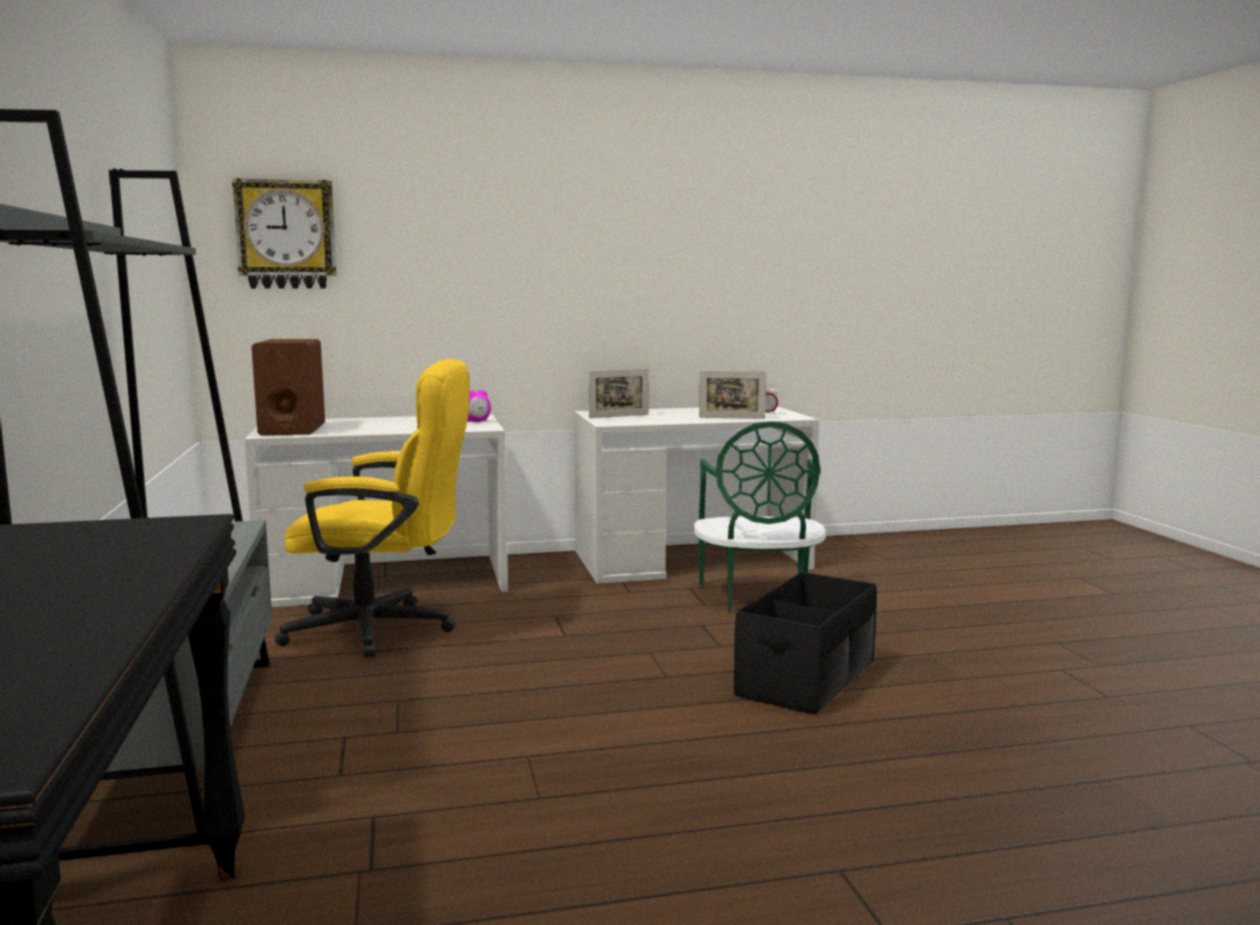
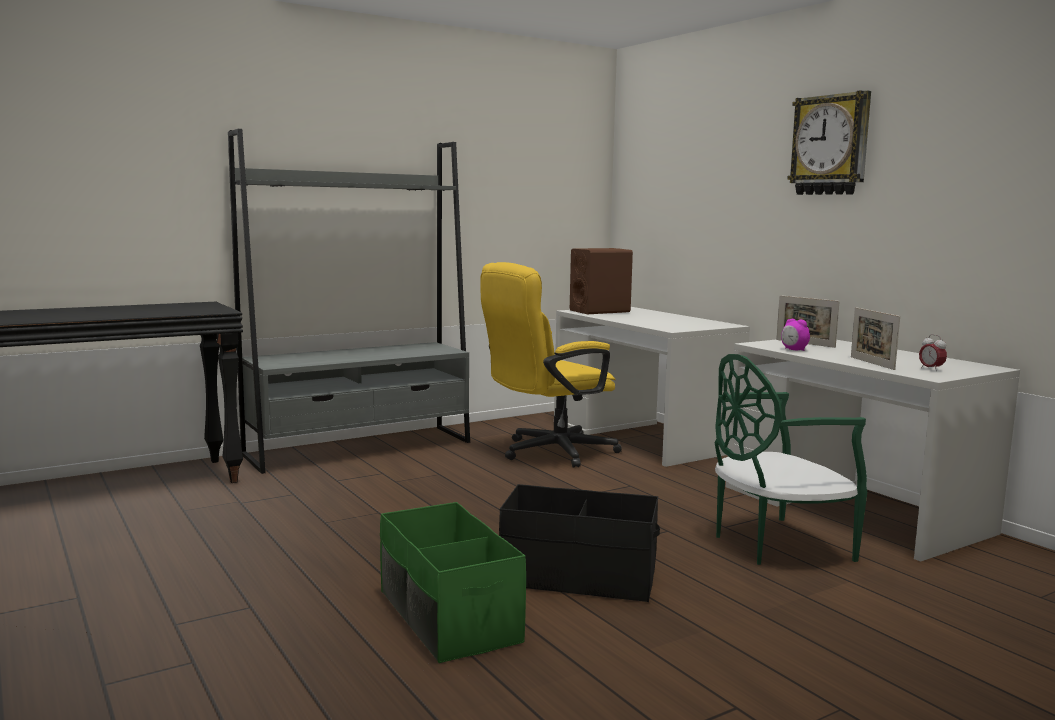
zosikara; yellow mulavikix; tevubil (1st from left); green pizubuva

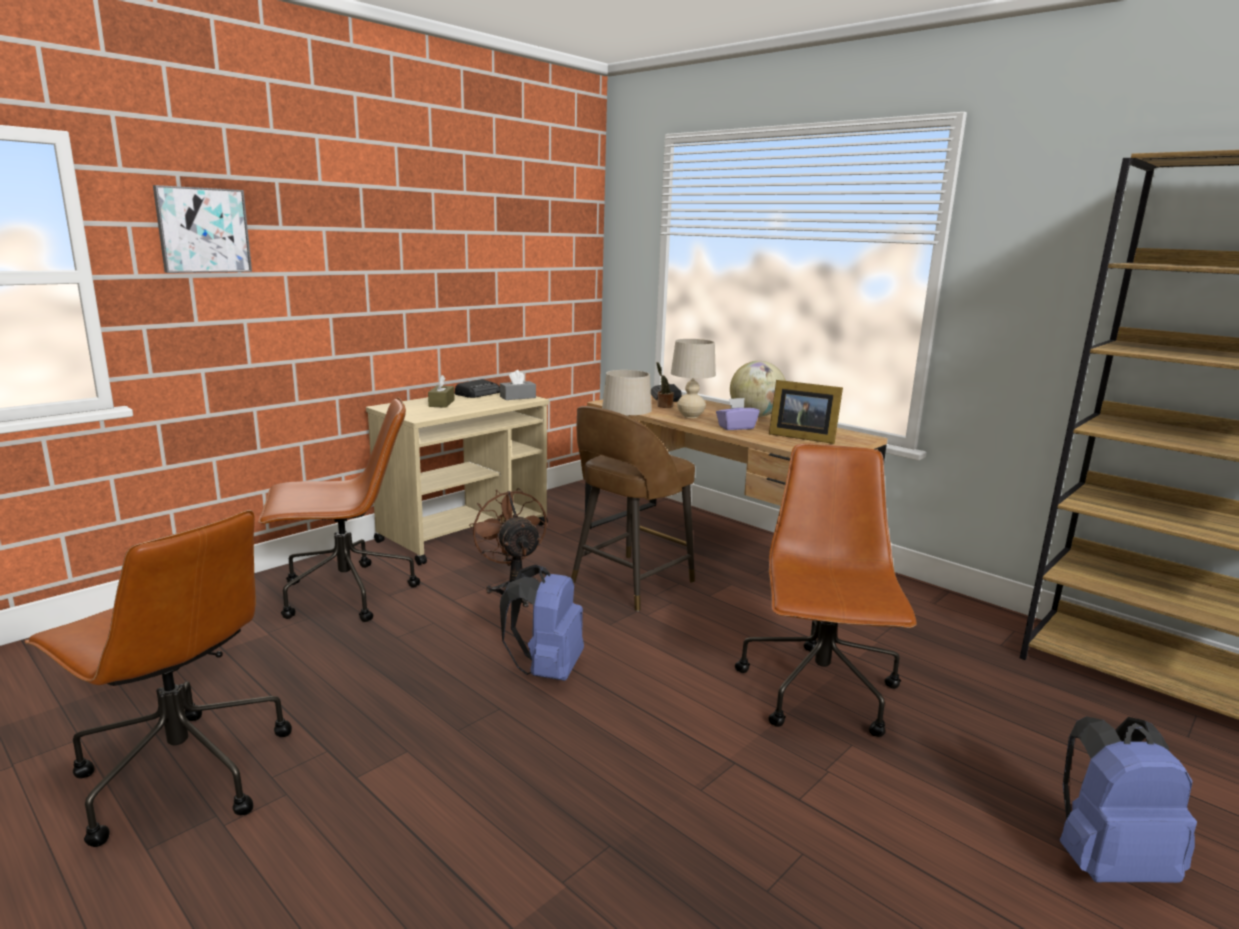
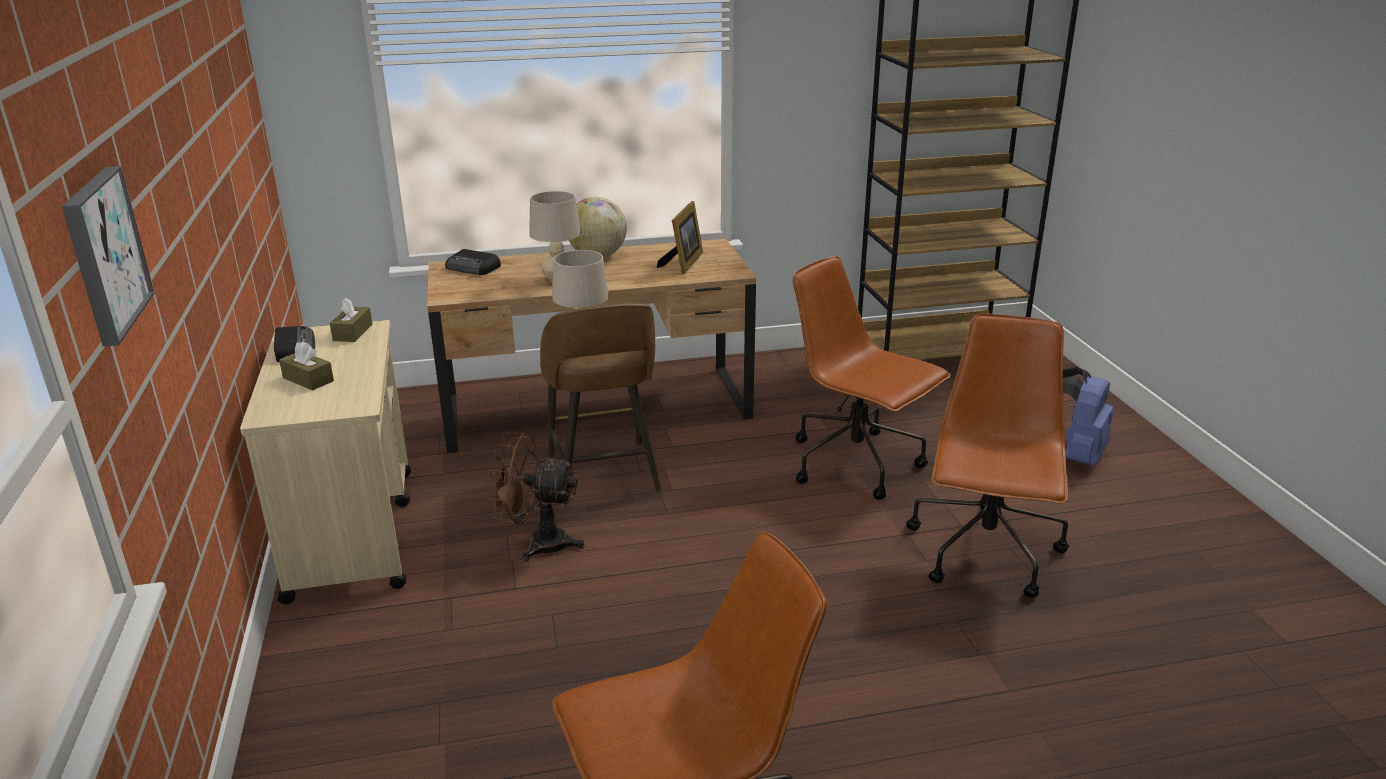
brown mulavikix (3rd from left); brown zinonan (2nd from left); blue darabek (1st from left in the first image); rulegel; purple zinonan; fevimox

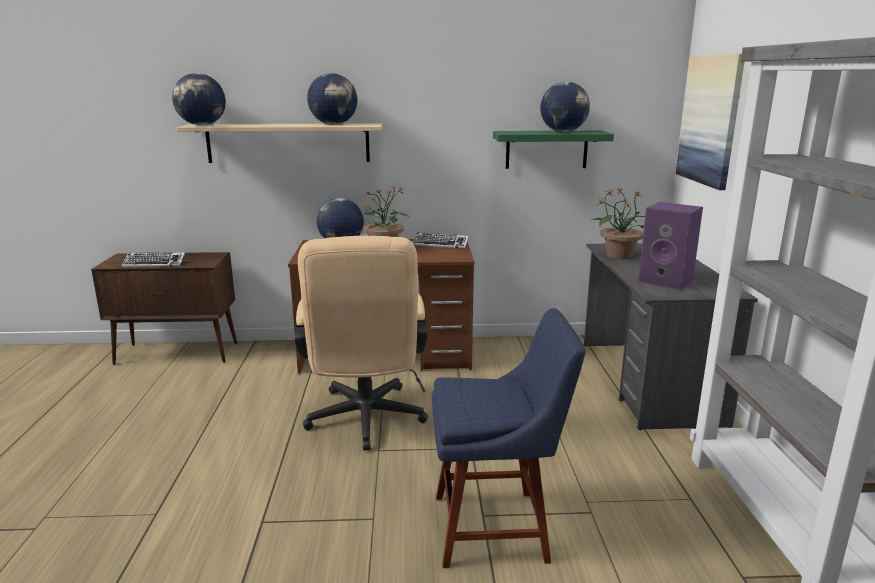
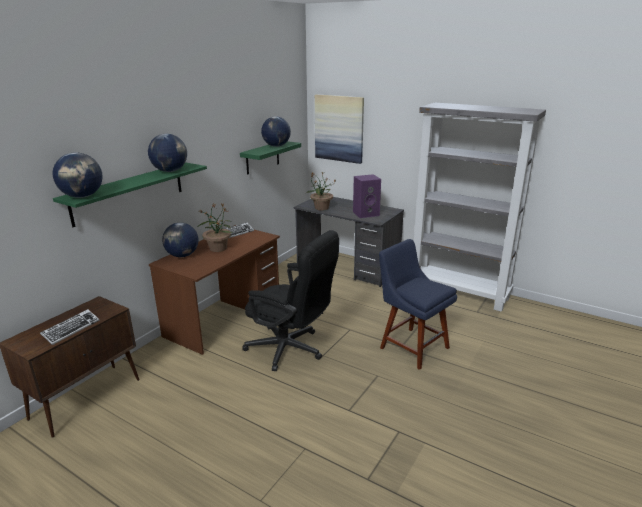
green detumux (1st from left); black mulavikix; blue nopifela

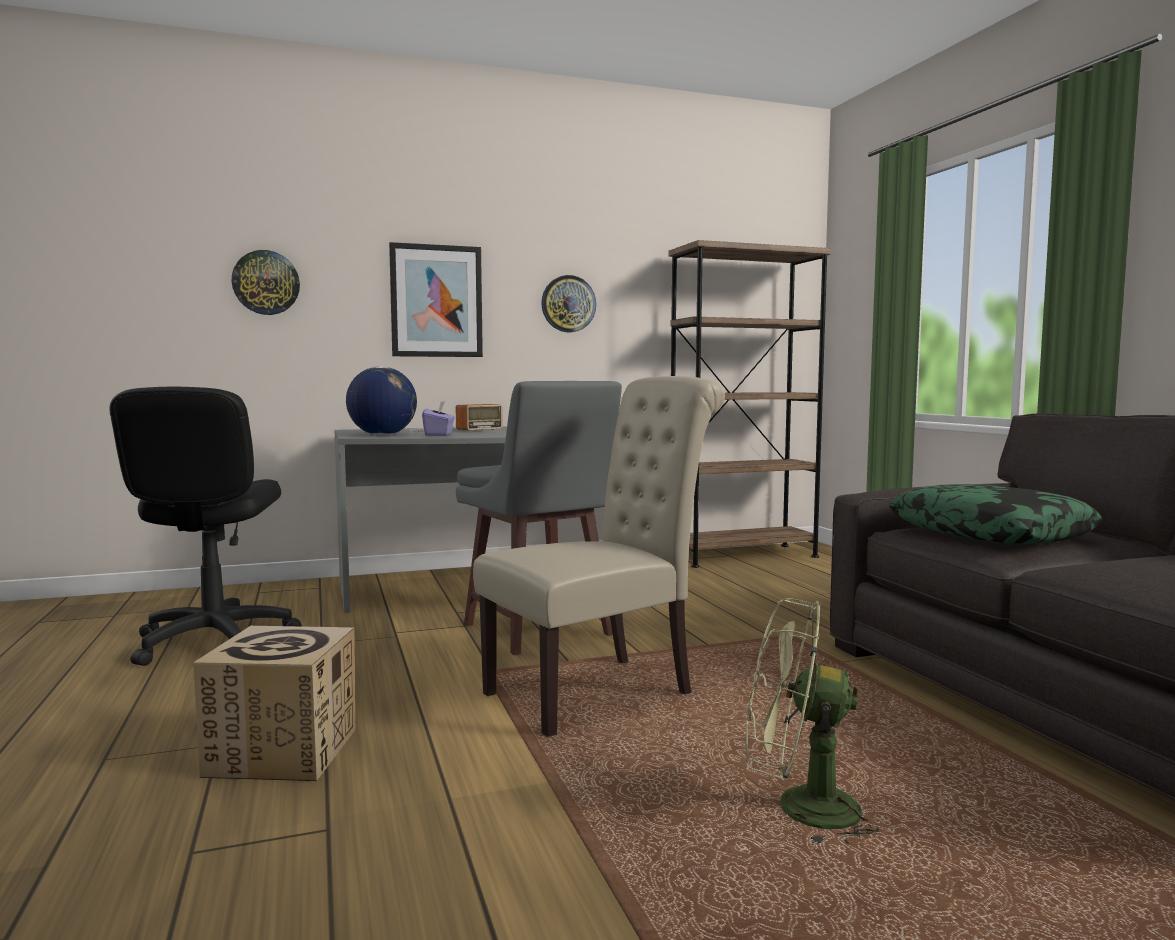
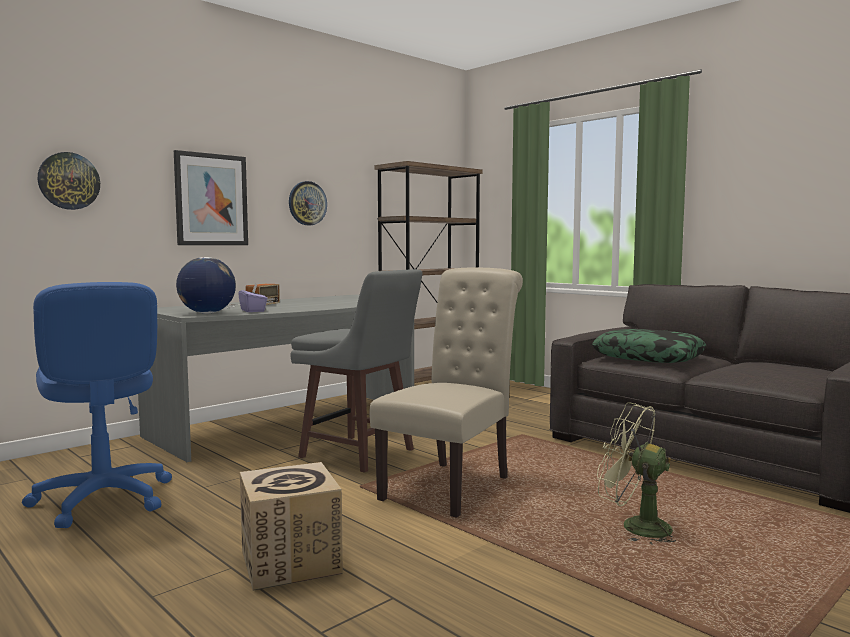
blue mulavikix; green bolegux

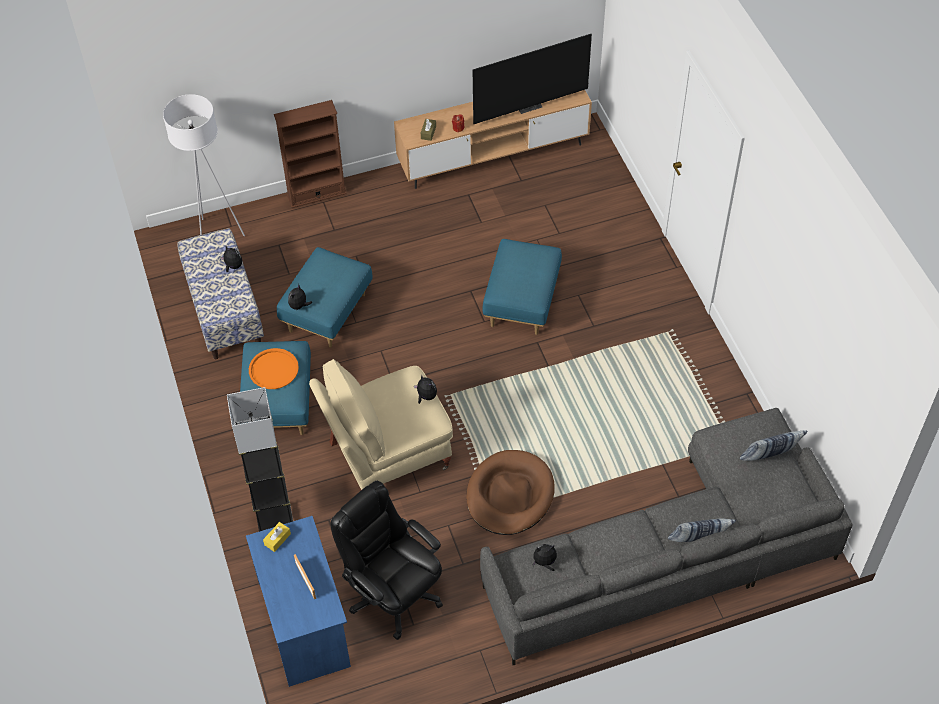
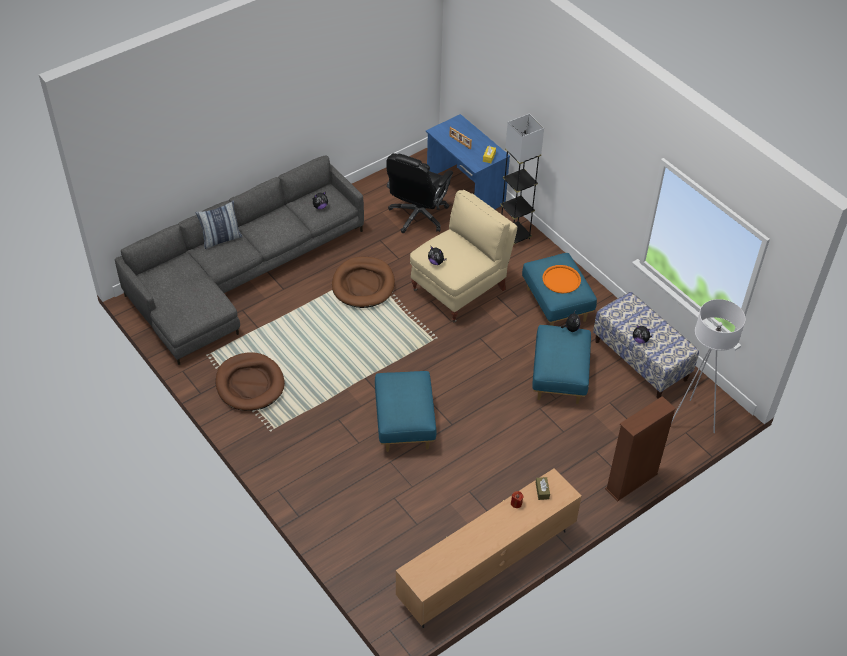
black mulavikix; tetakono; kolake (2nd from left in the first image); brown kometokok (1st from left)

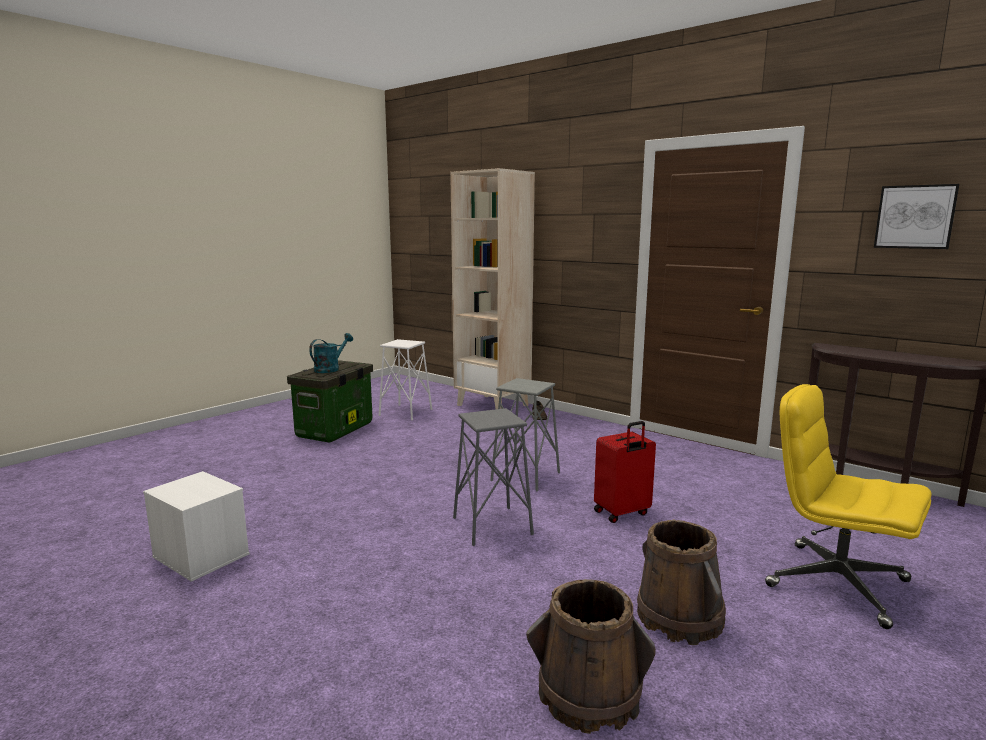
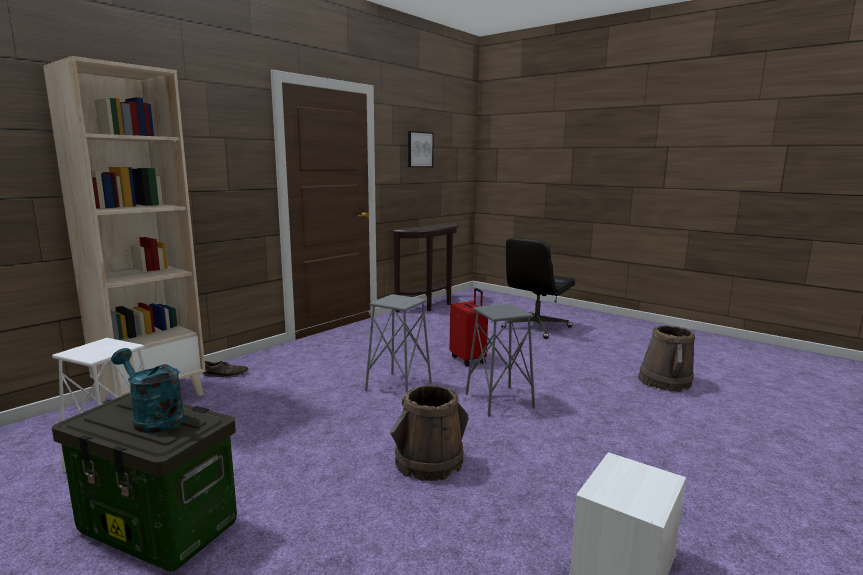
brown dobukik (1st from left); black mulavikix

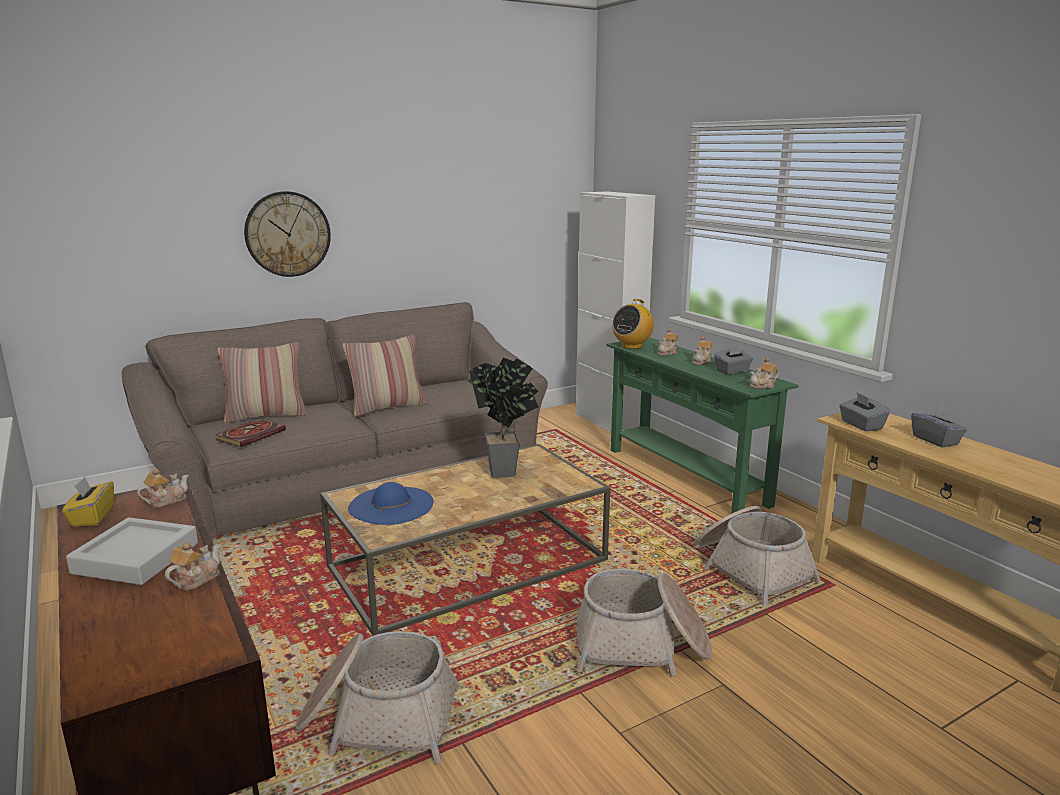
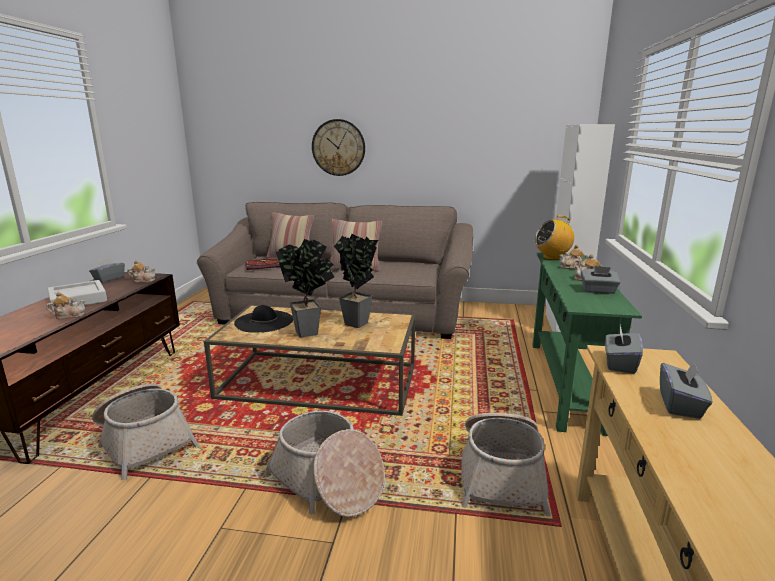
grey zinonan (1st from left); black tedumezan; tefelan (5th from left in the first image); rulegel (1st from left)

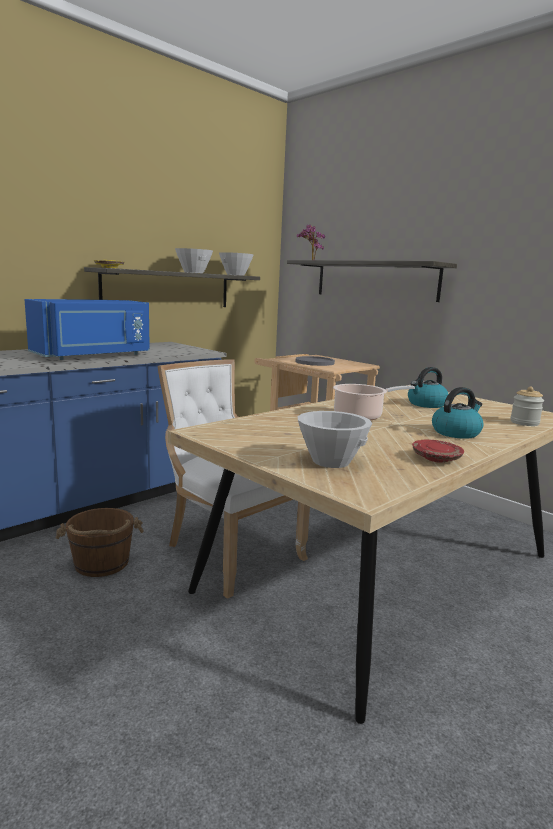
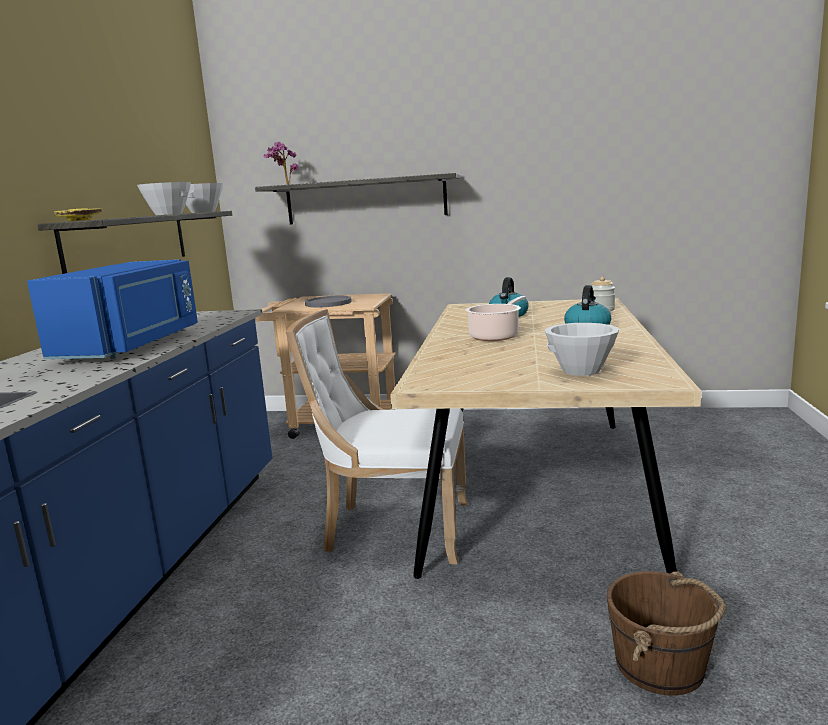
brown dobukik; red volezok

